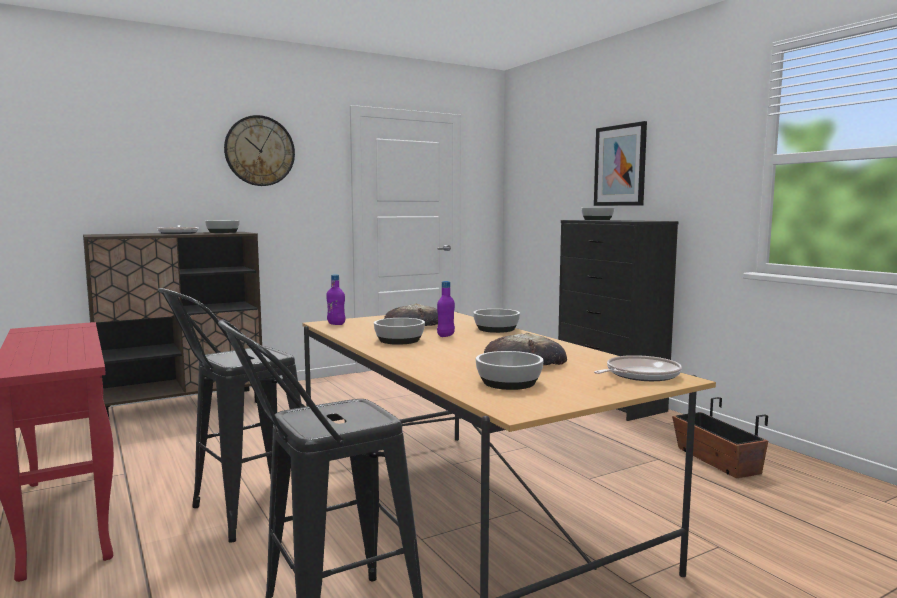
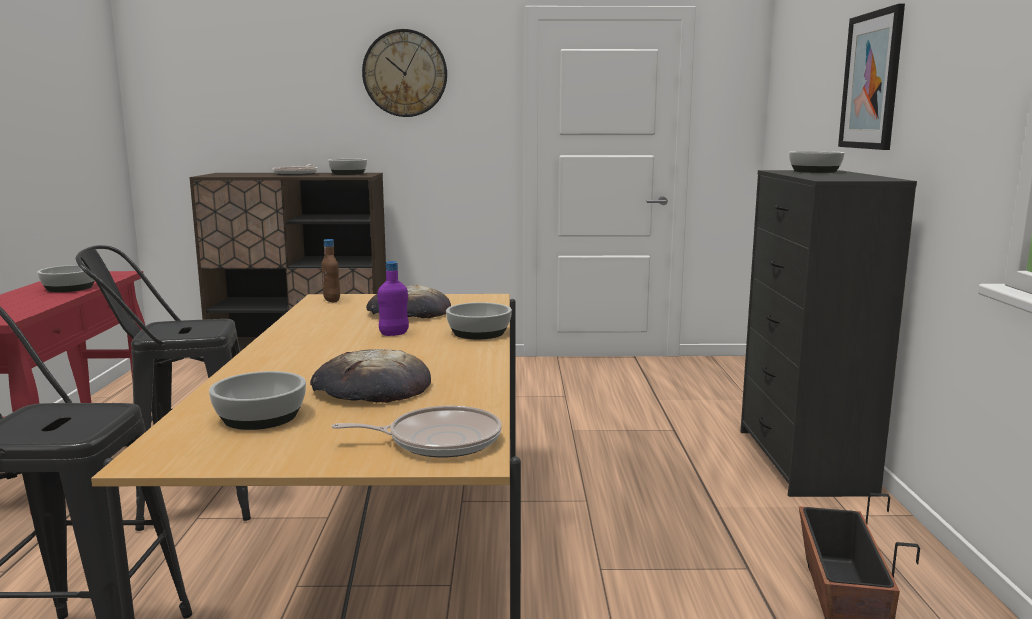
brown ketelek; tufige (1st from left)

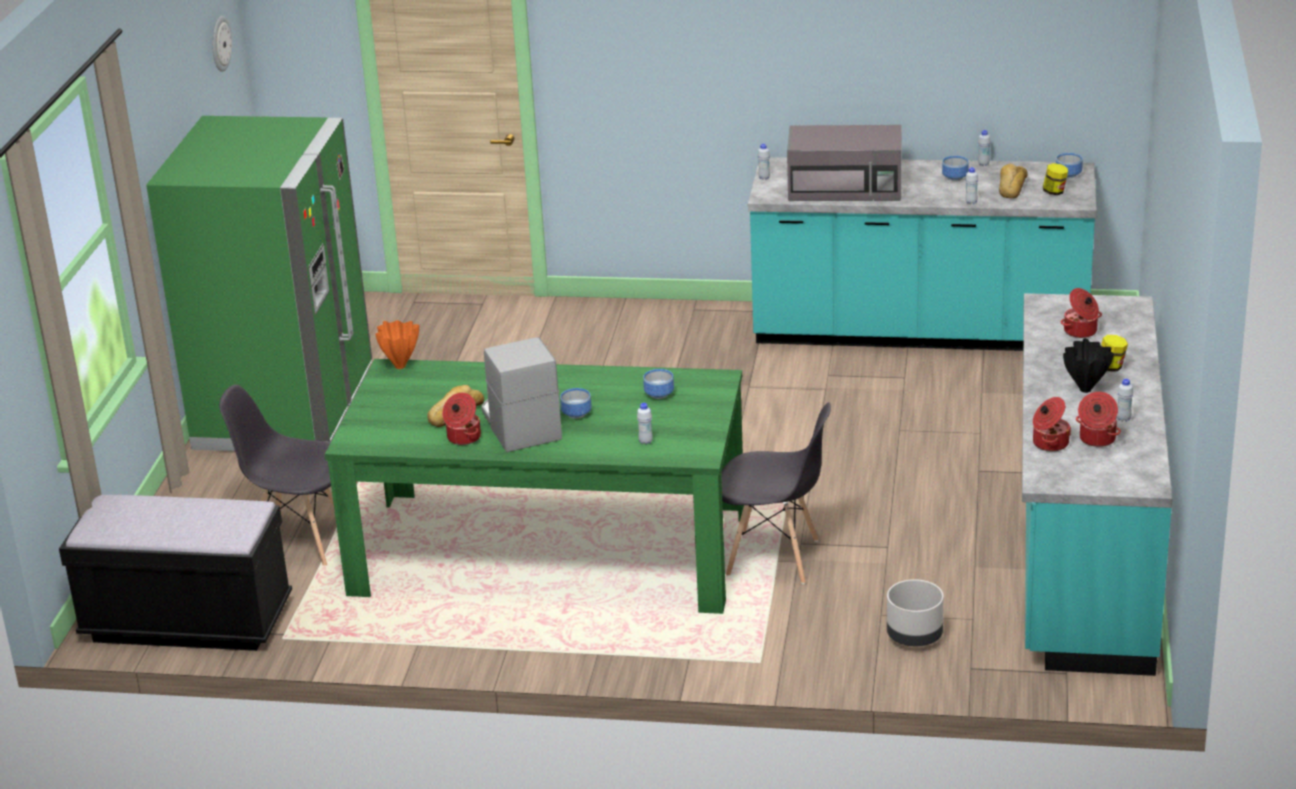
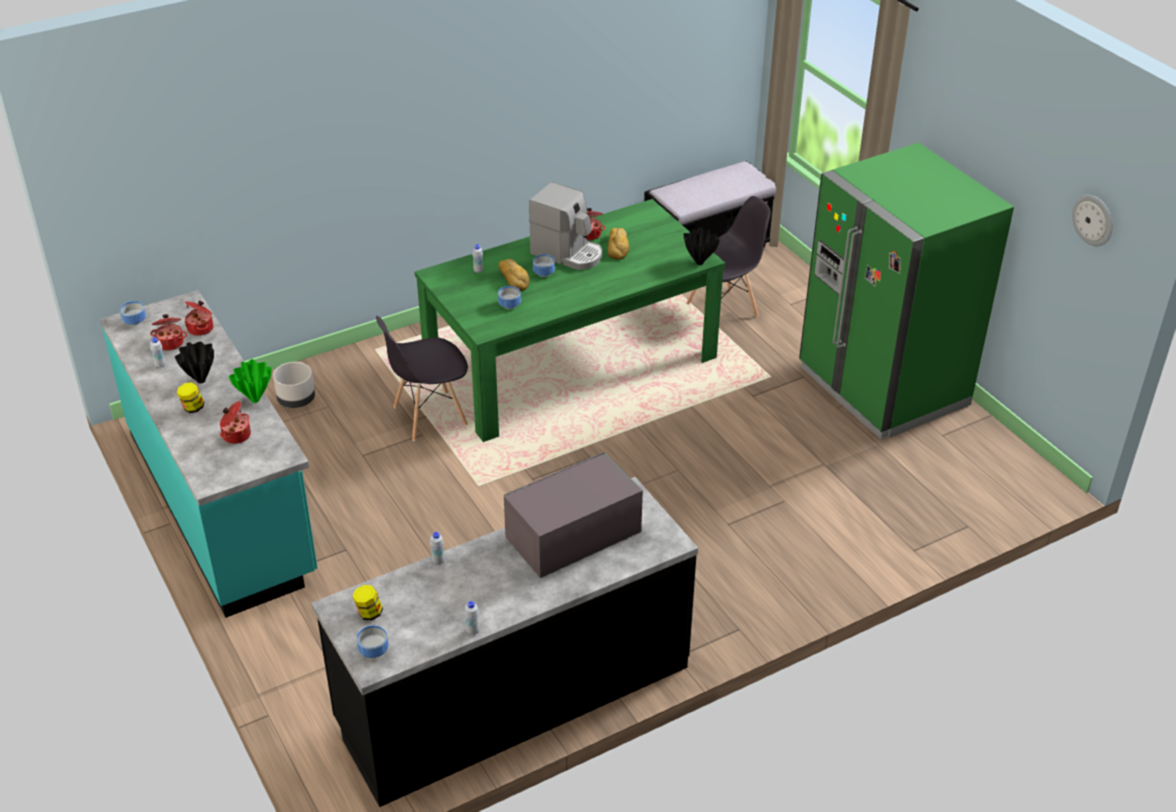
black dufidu (2nd from left); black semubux; white ketelek (2nd from left in the first image); tufige (1st from left); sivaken (1st from left); green dufidu

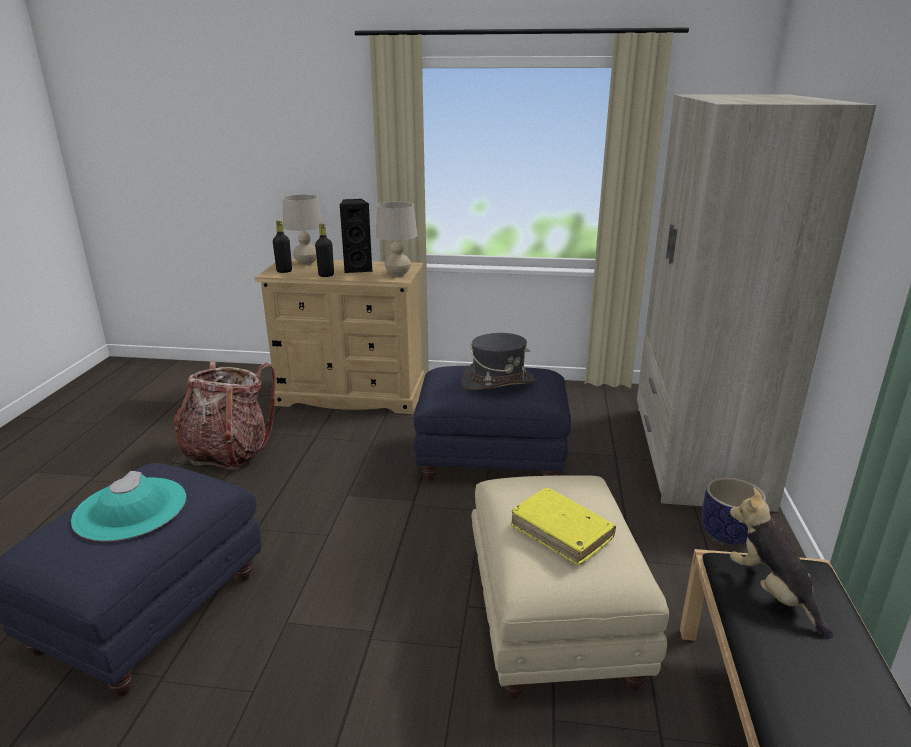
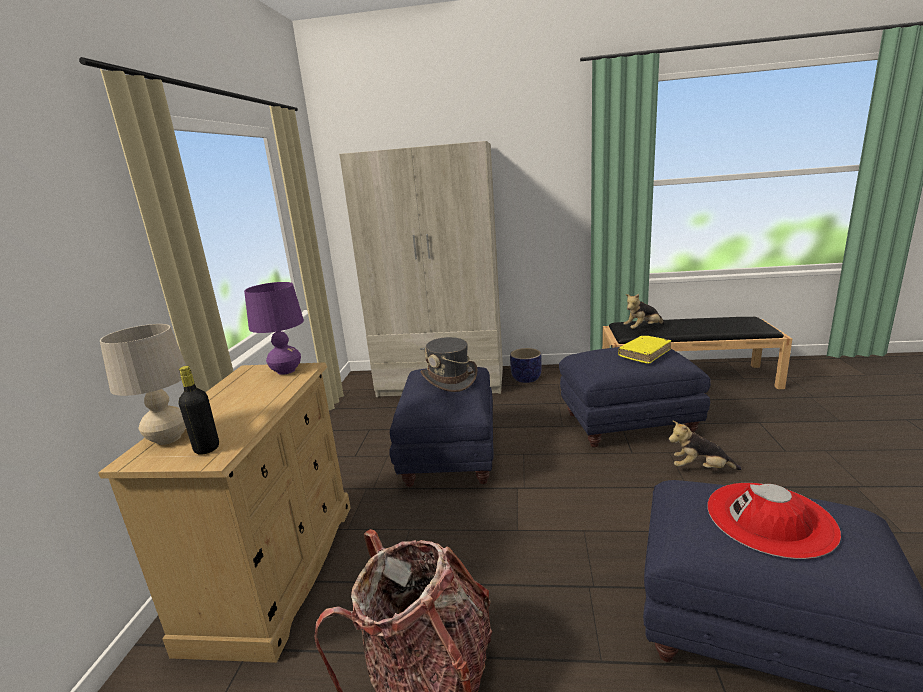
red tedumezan; black ketelek (2nd from left in the first image); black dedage; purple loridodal; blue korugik (2nd from left); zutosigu (2nd from left)

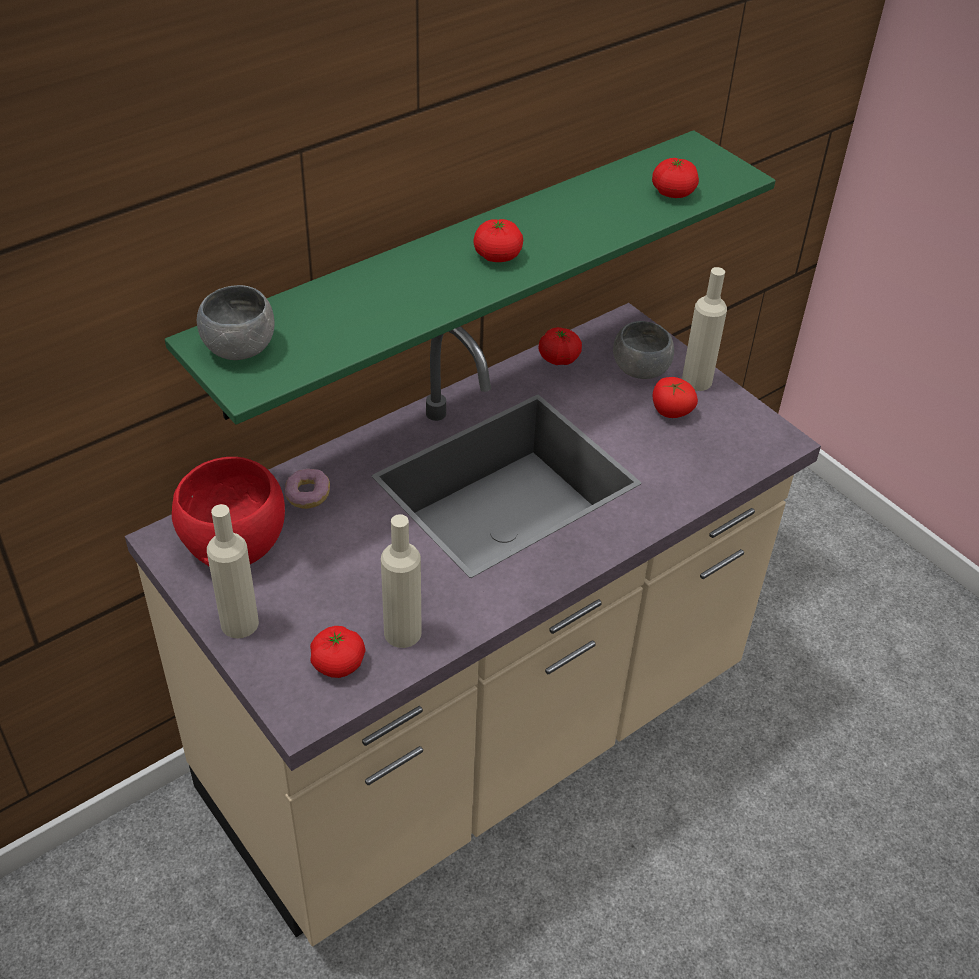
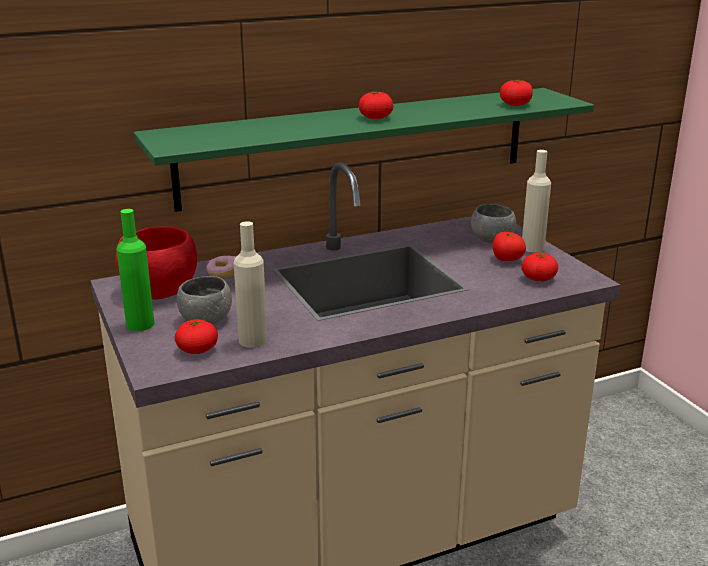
grey tufige (1st from left); green ketelek; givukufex (5th from left)

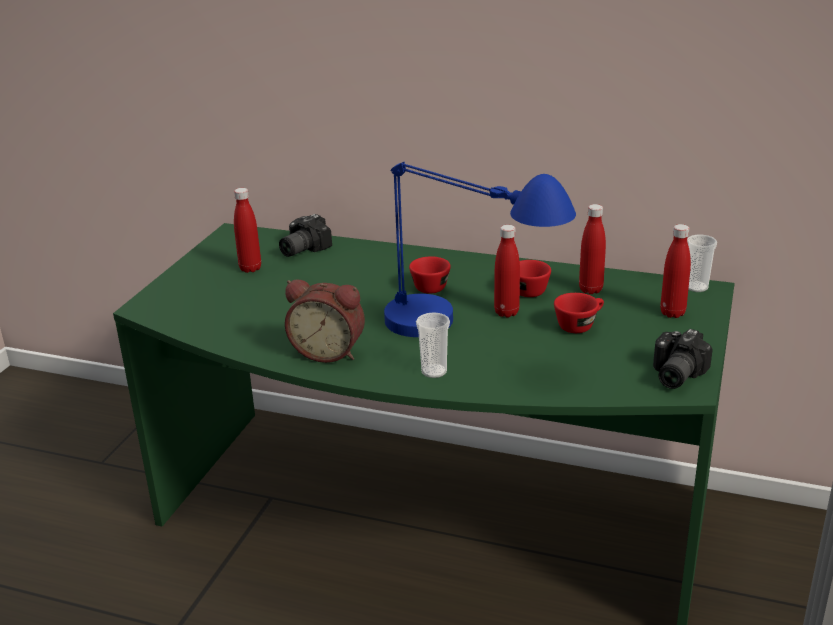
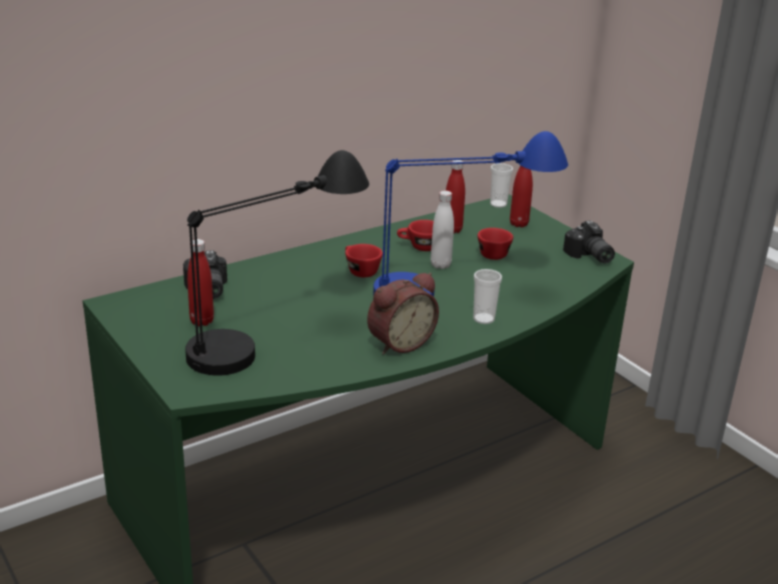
white ketelek; black loridodal

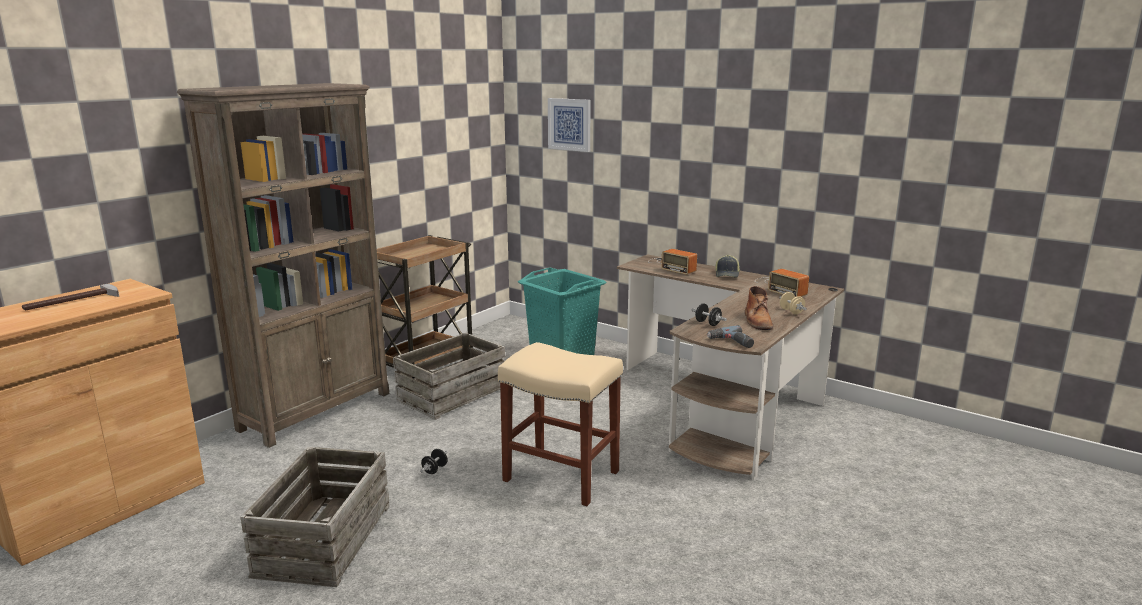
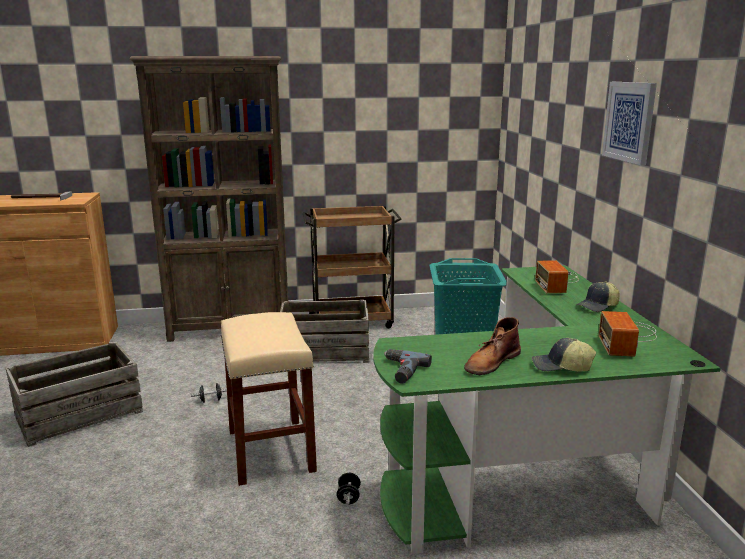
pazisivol; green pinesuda; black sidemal (2nd from left); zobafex (1st from left)

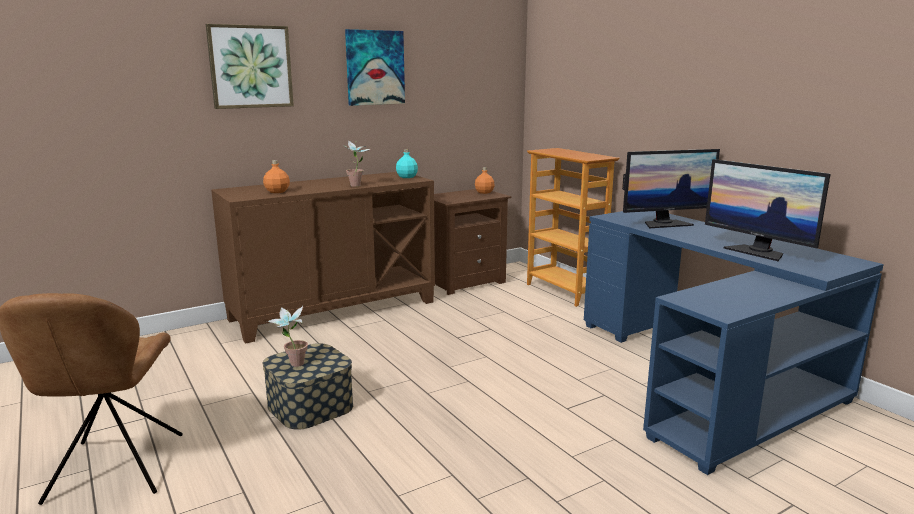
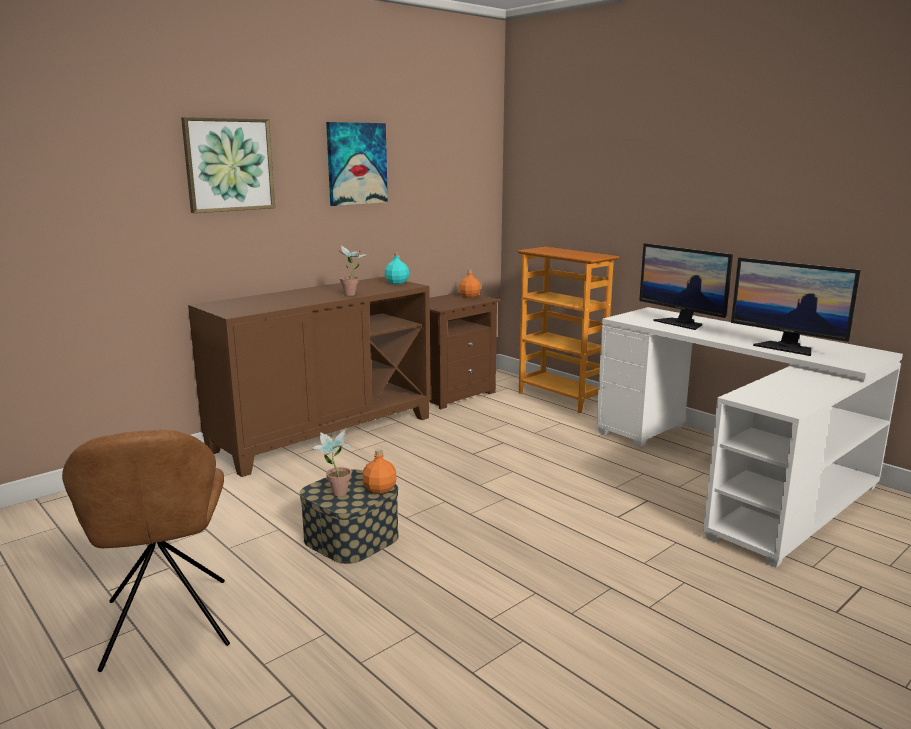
orange ketelek (1st from left); white pinesuda; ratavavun (1st from left)

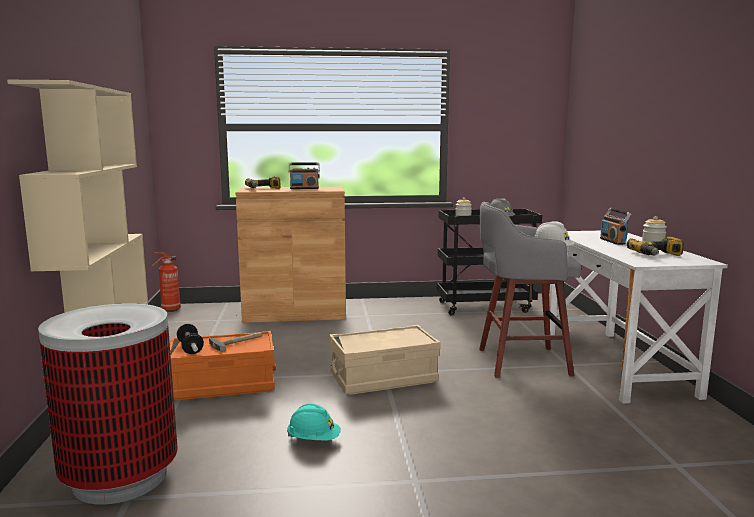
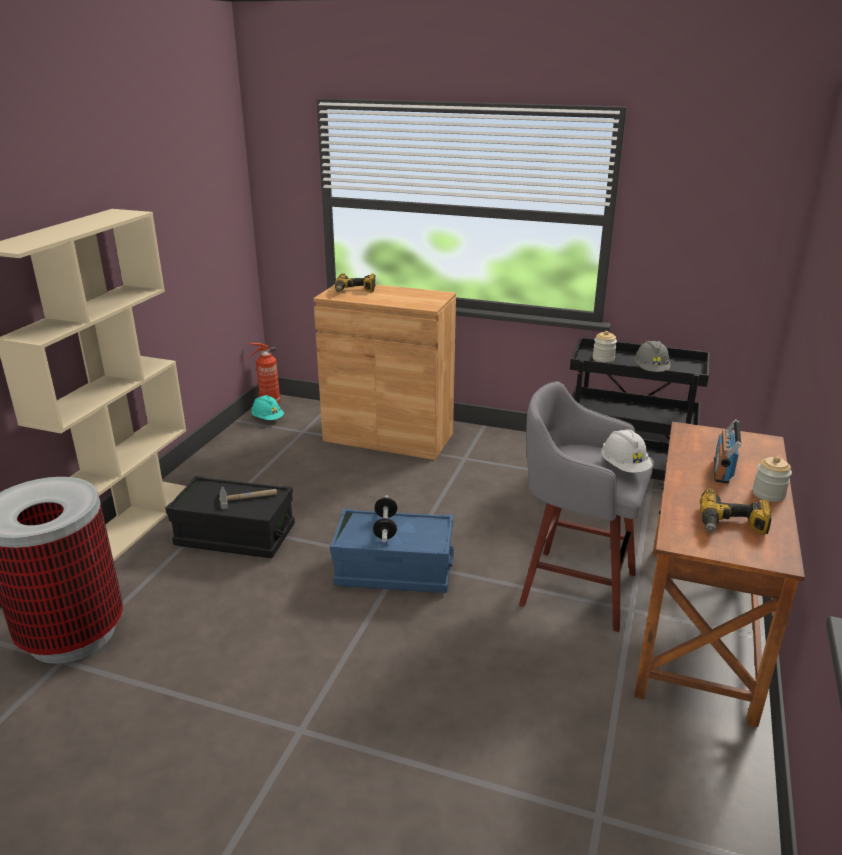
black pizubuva; sidemal; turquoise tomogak; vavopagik (1st from left in the first image); blue pizubuva; brown pinesuda

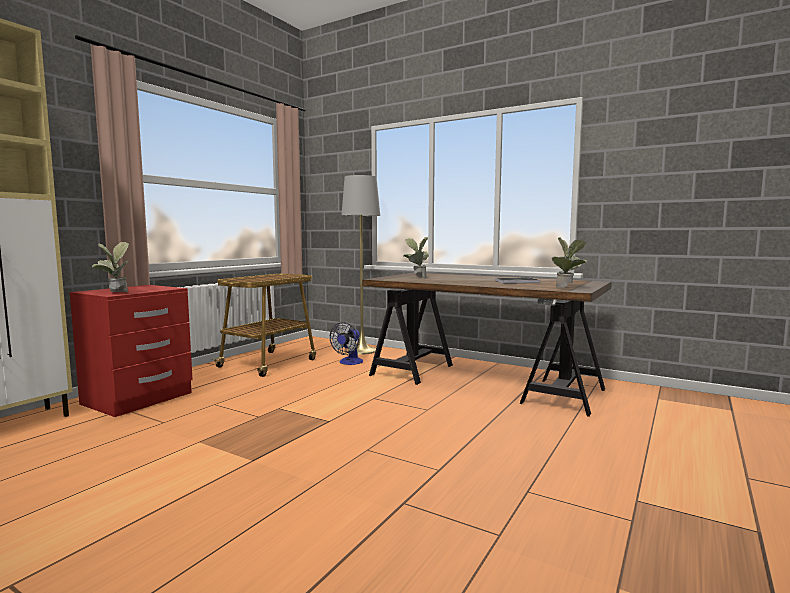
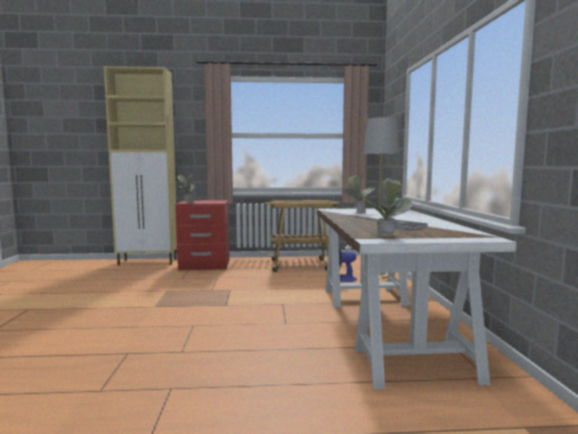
white pinesuda

